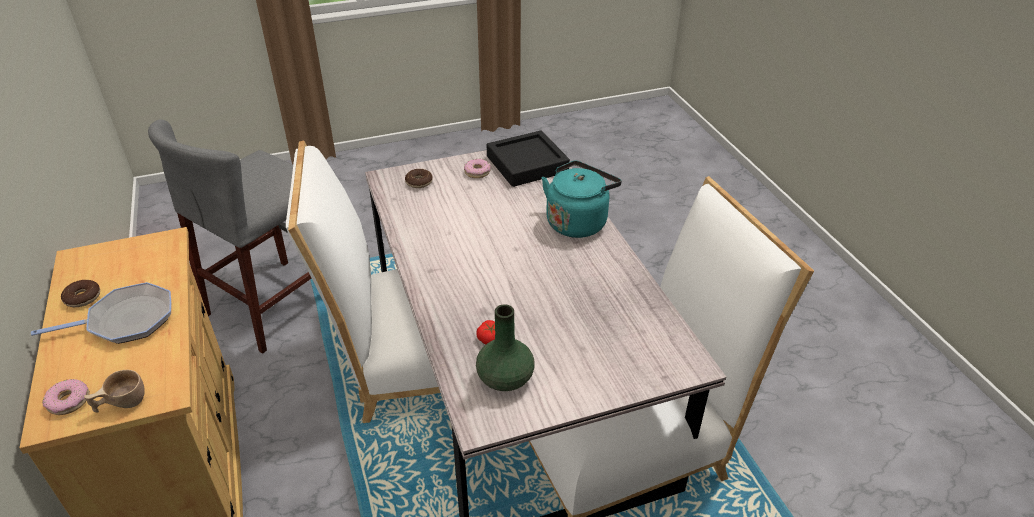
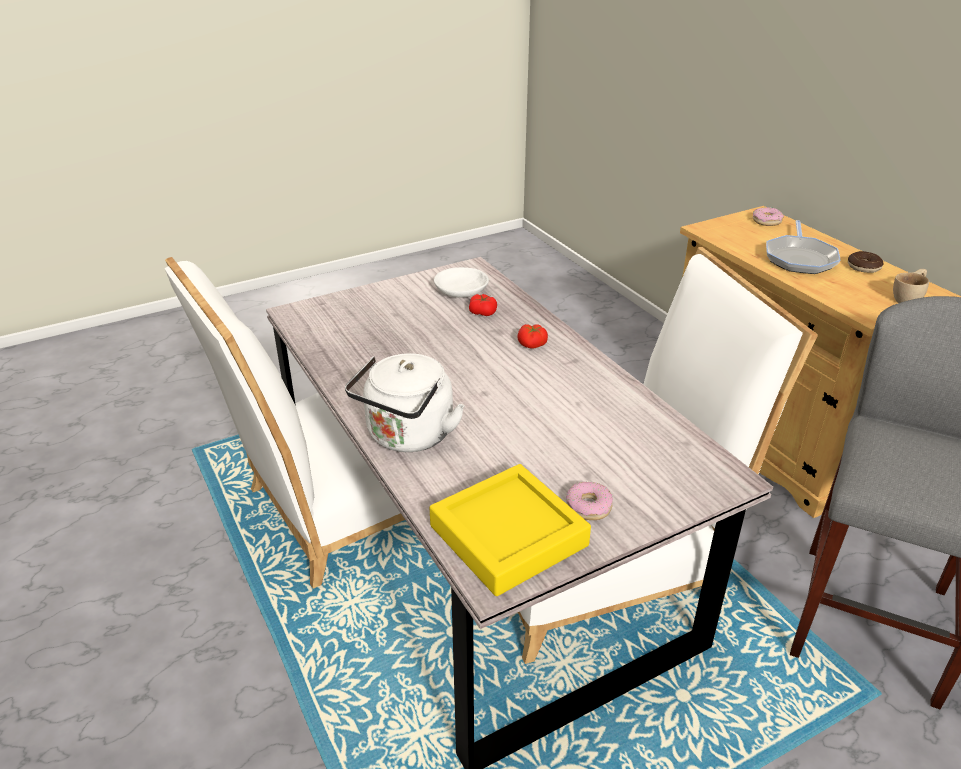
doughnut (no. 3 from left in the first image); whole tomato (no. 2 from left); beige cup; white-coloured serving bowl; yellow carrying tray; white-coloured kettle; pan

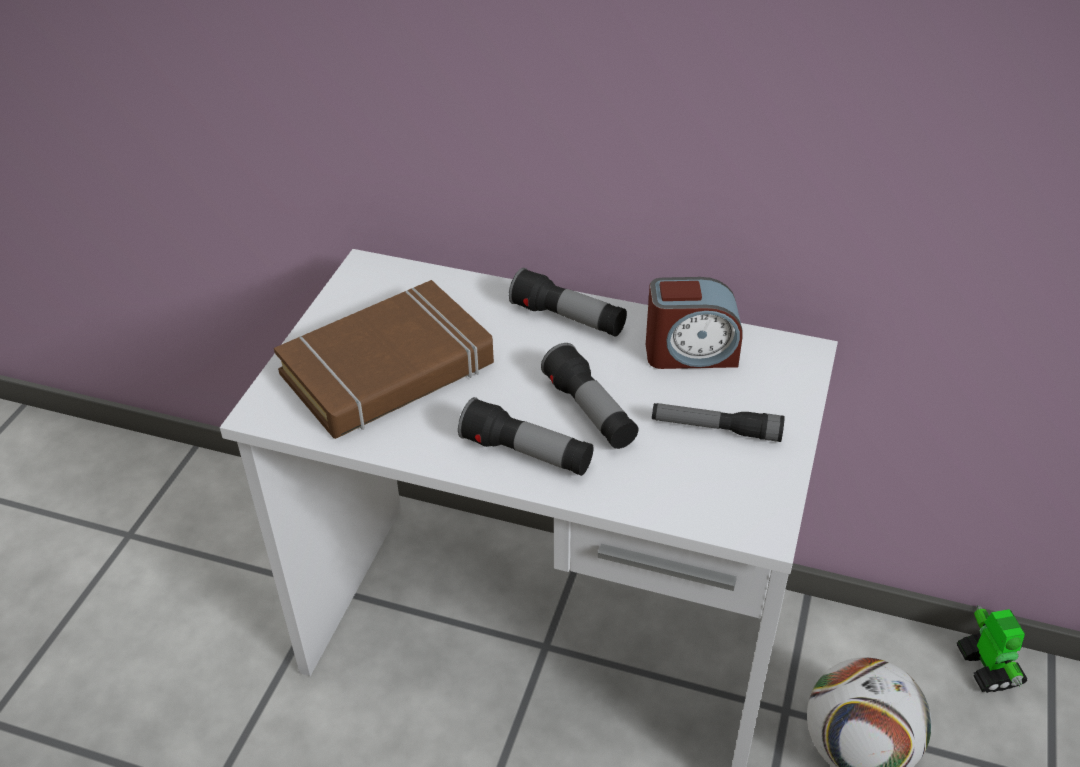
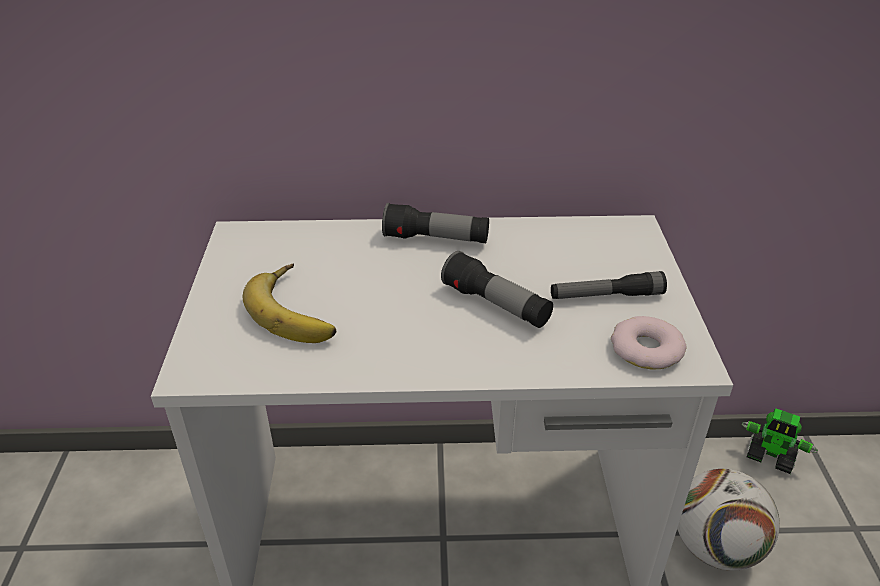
torch (no. 1 from left in the first image); bedside clock; doughnut; banana fruit; robot figure

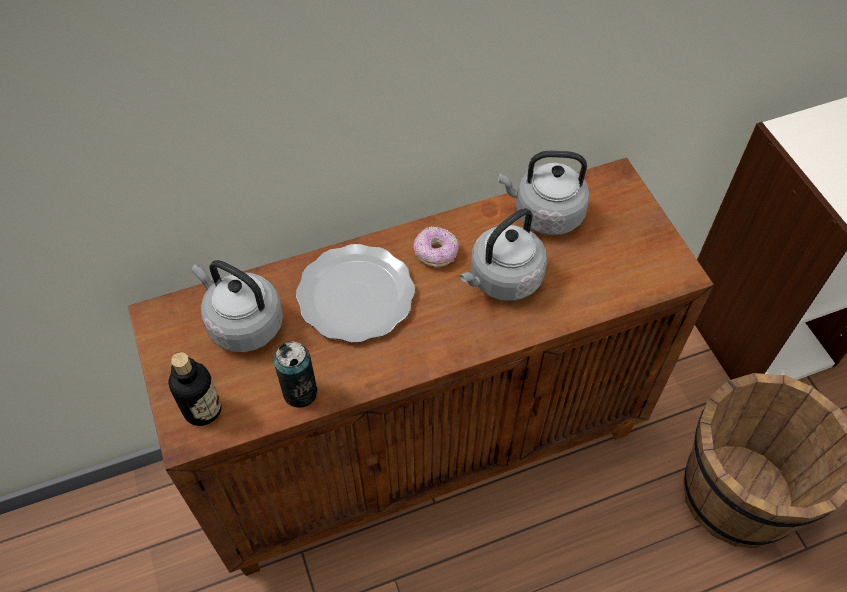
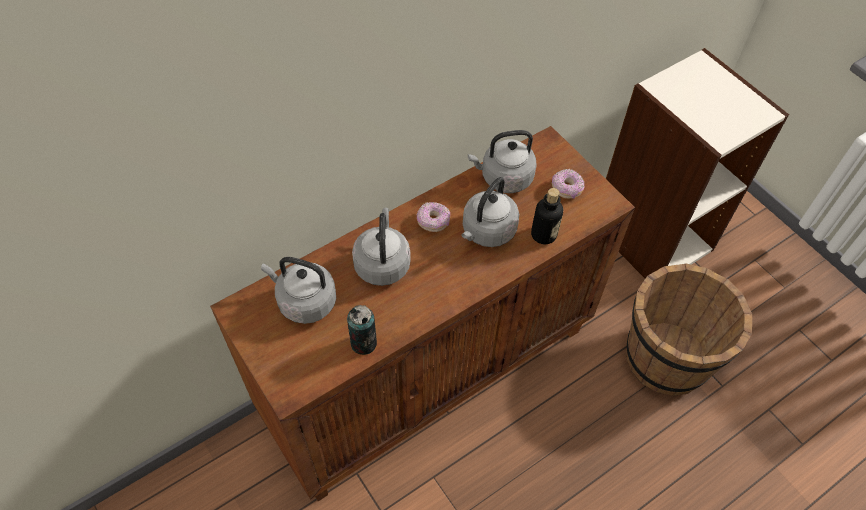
doughnut (no. 2 from left); bottle; grey kettle (no. 2 from left)

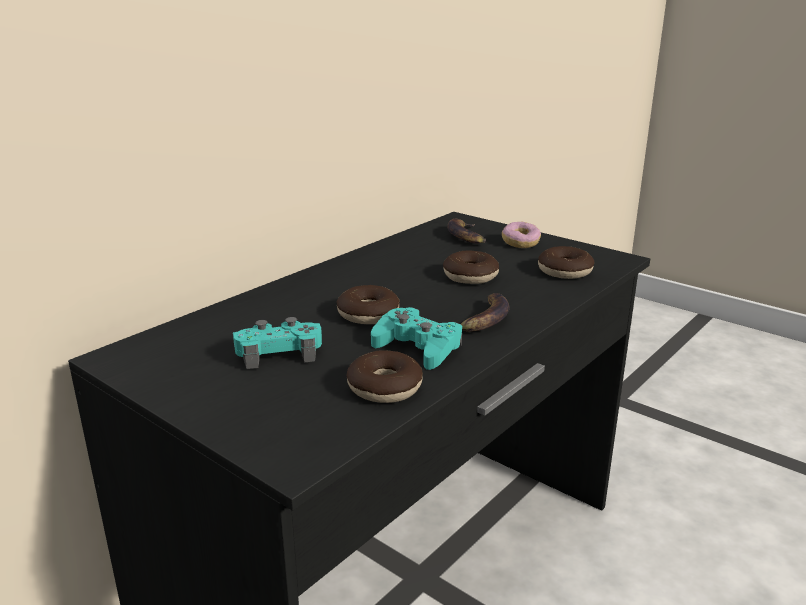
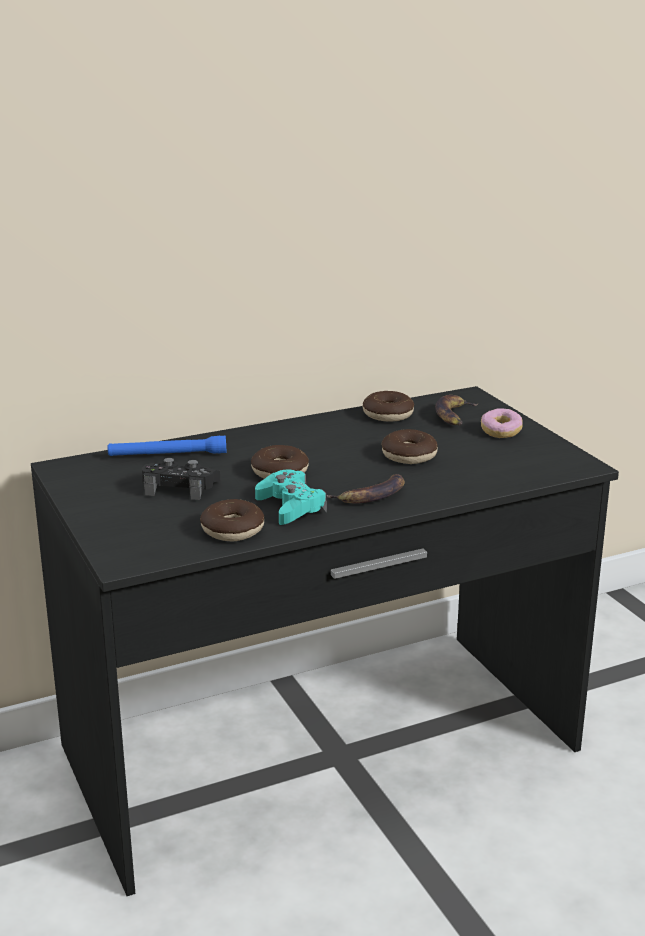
bluish torch; doughnut (no. 3 from left); black-coloured gamepad

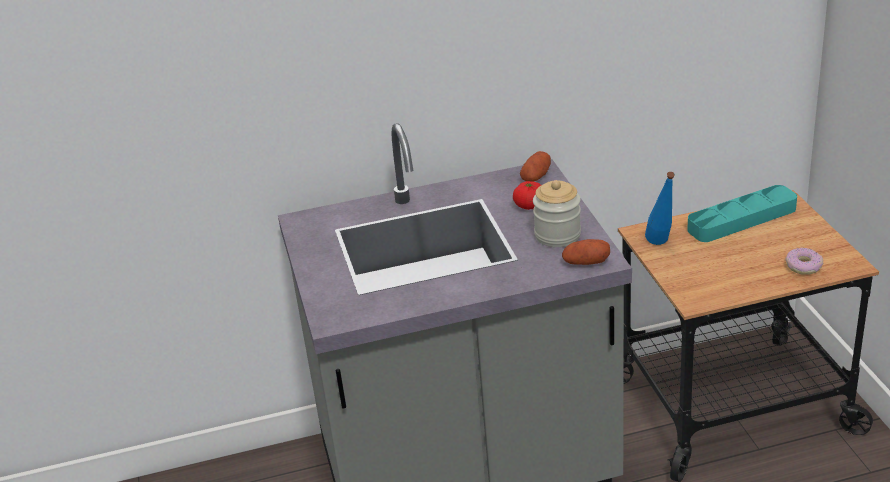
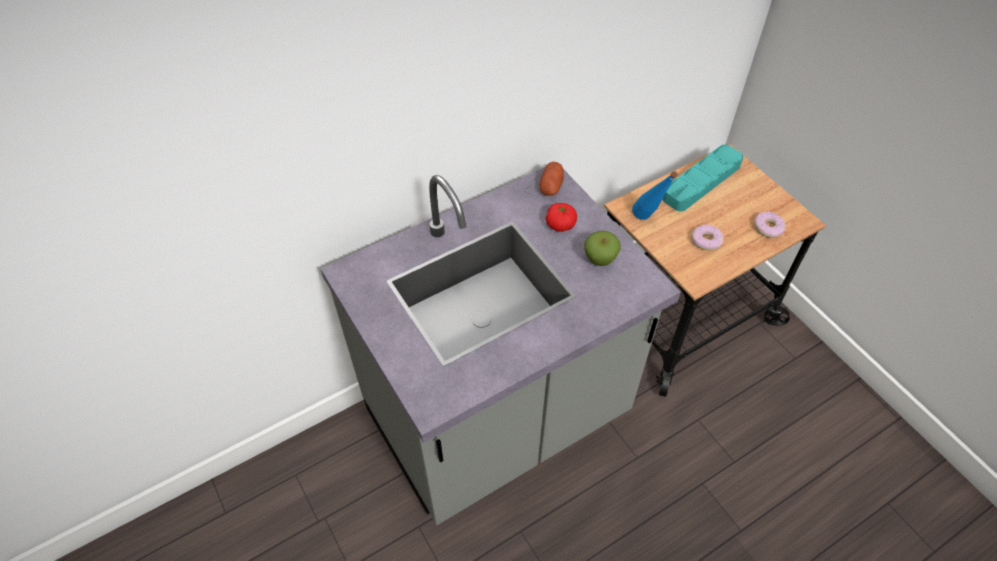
spud (no. 2 from left in the first image); doughnut (no. 1 from left); apple

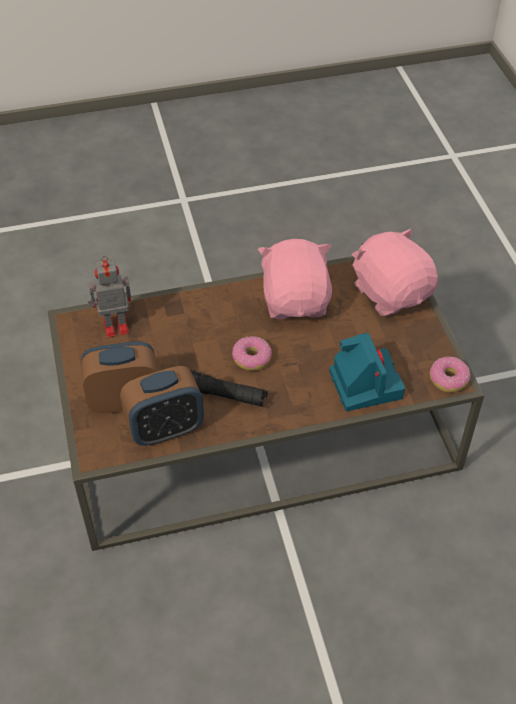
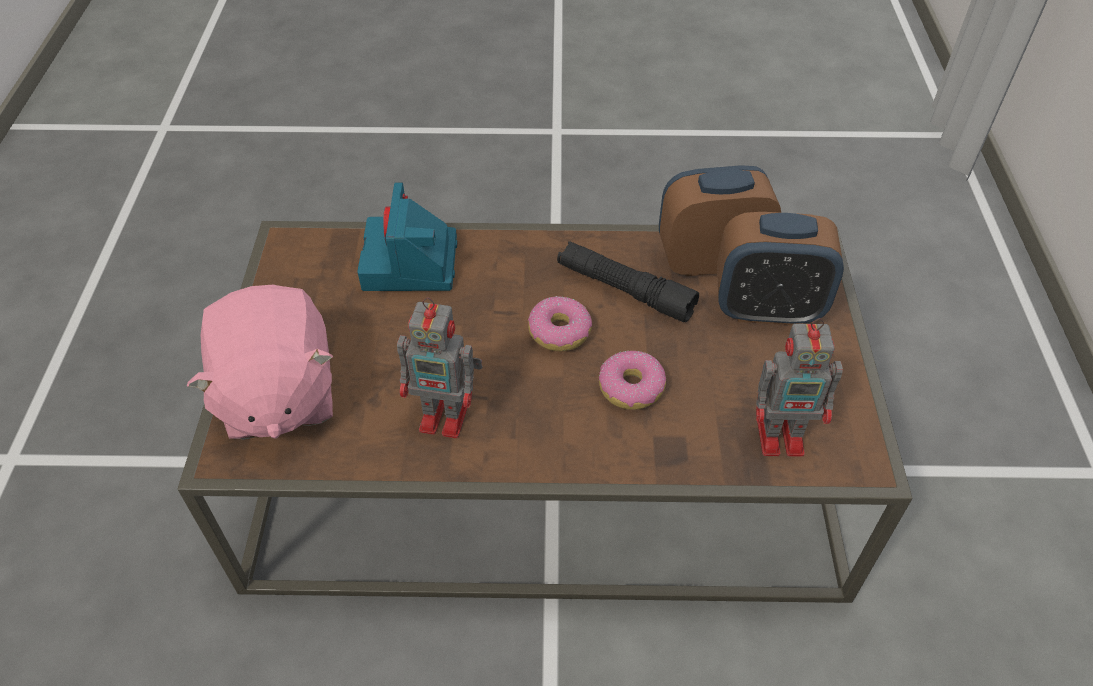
doughnut (no. 2 from left); robot figure (no. 1 from left)

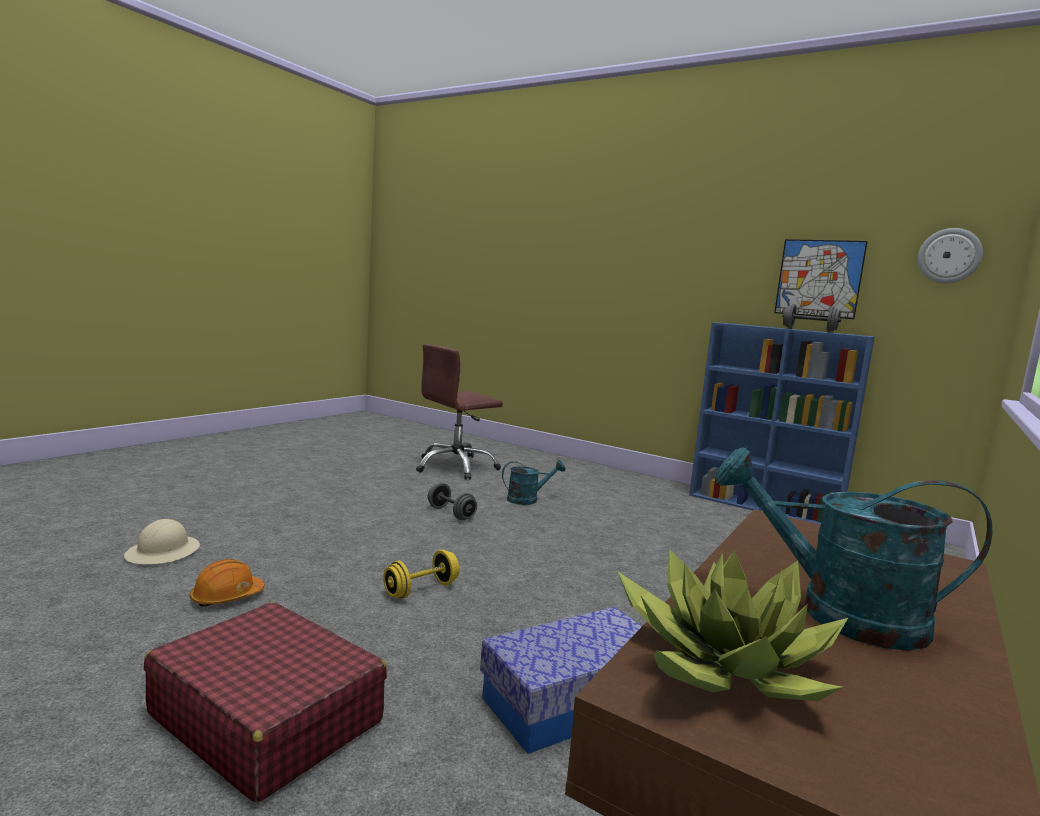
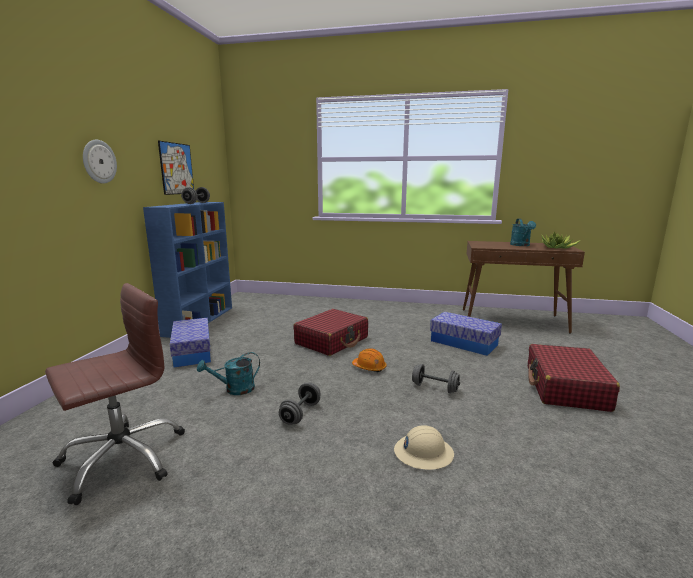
storage bin (no. 1 from left); red-coloured suitcase (no. 1 from left); beige work helmet; orange-coloured work helmet; wall clock; grey hand weight (no. 3 from left); brownish desk chair; turquoise-coloured sprinkling can (no. 1 from left)

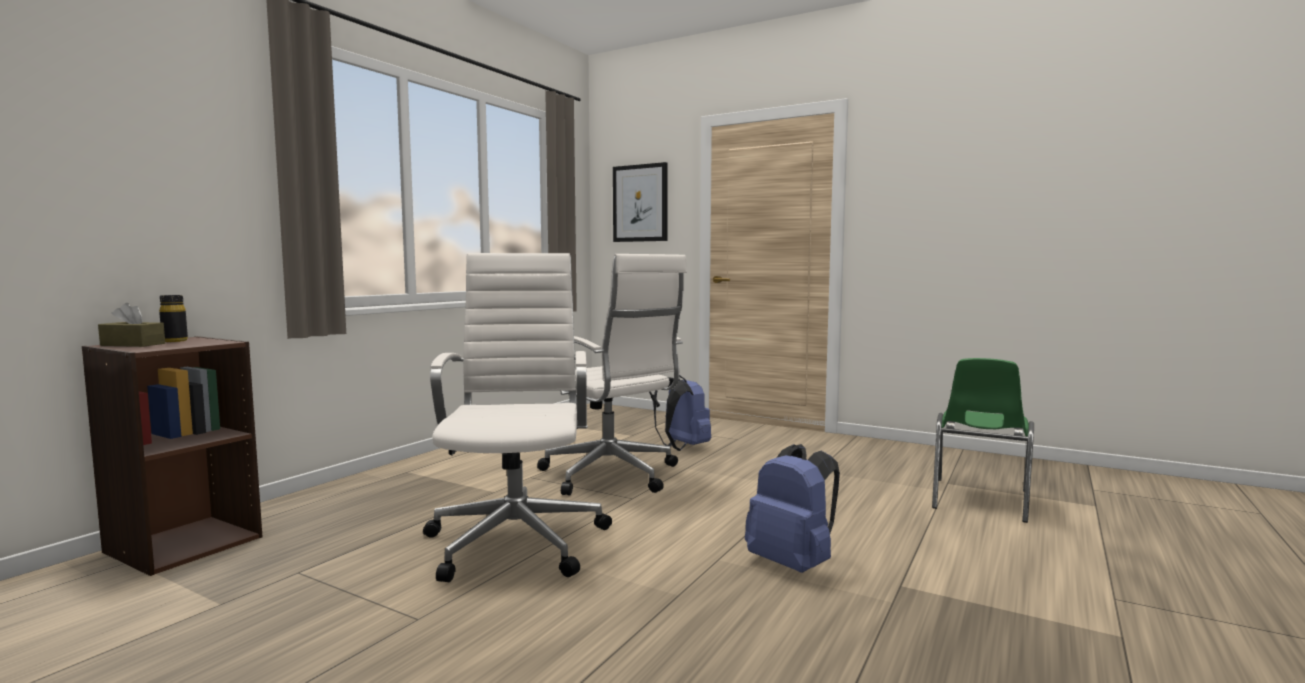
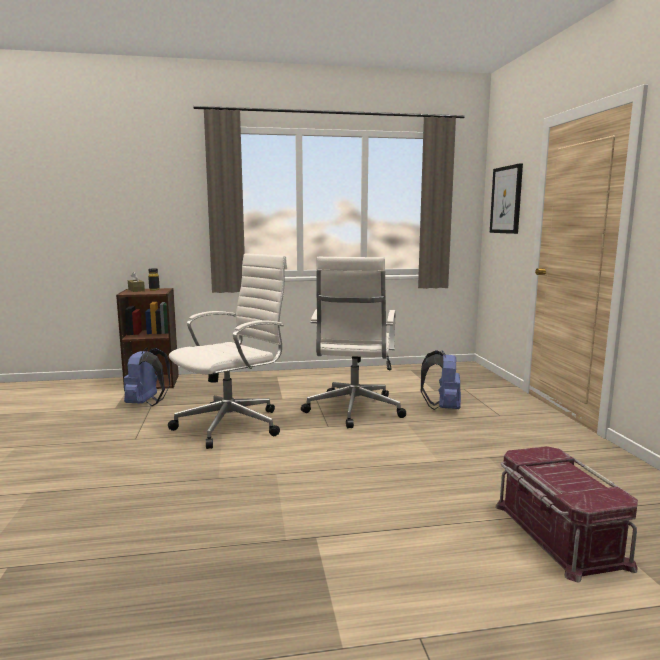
bluish rucksack (no. 1 from left); red-coloured storage bin

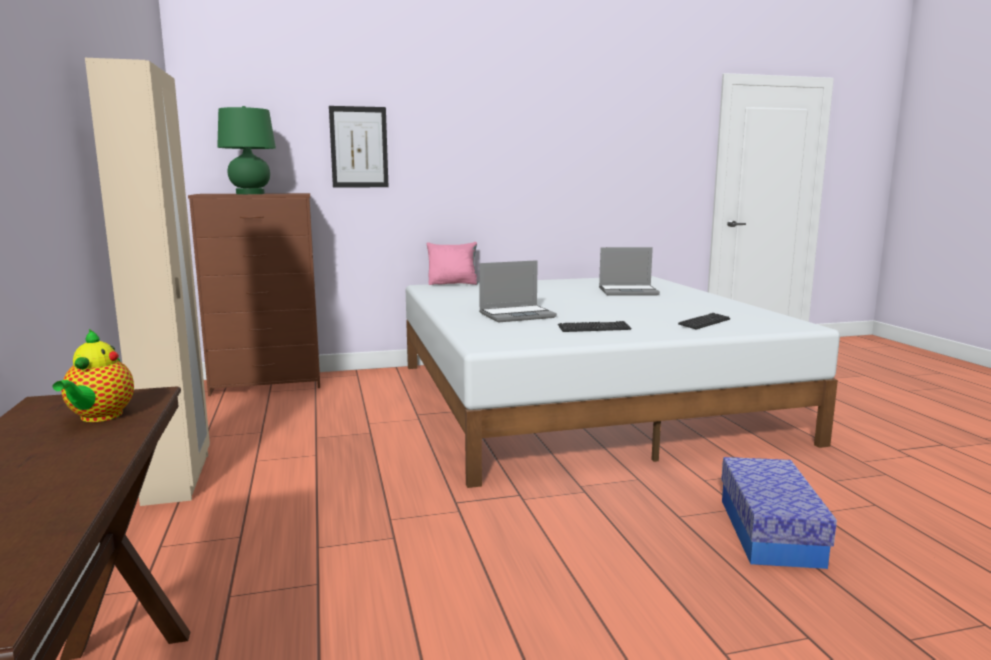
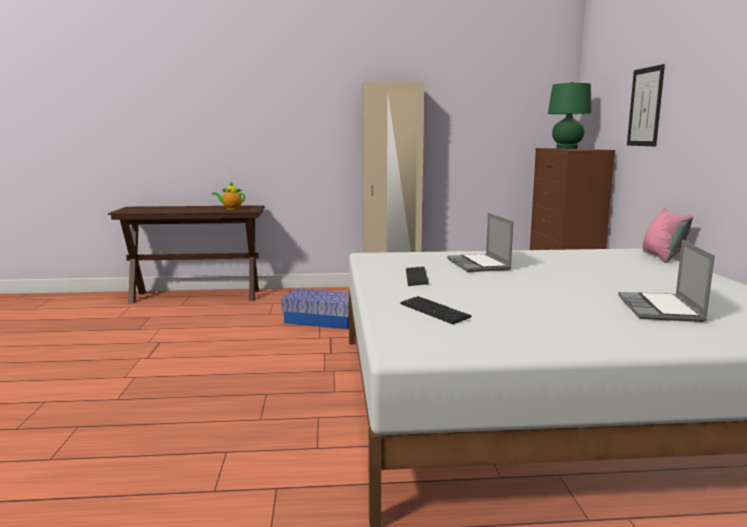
storage bin

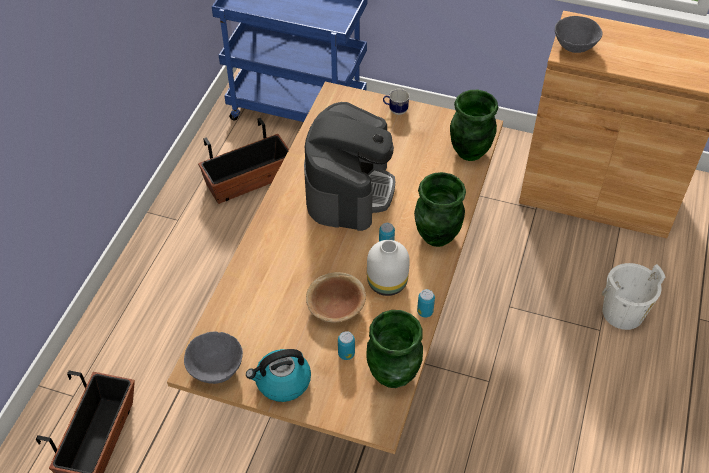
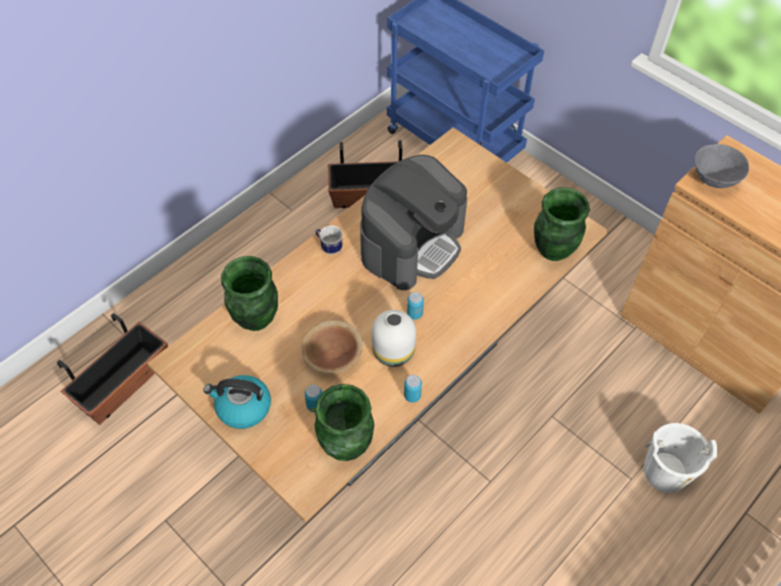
grey serving bowl (no. 1 from left in the first image); tea mug; greenish flower vase (no. 1 from left)

